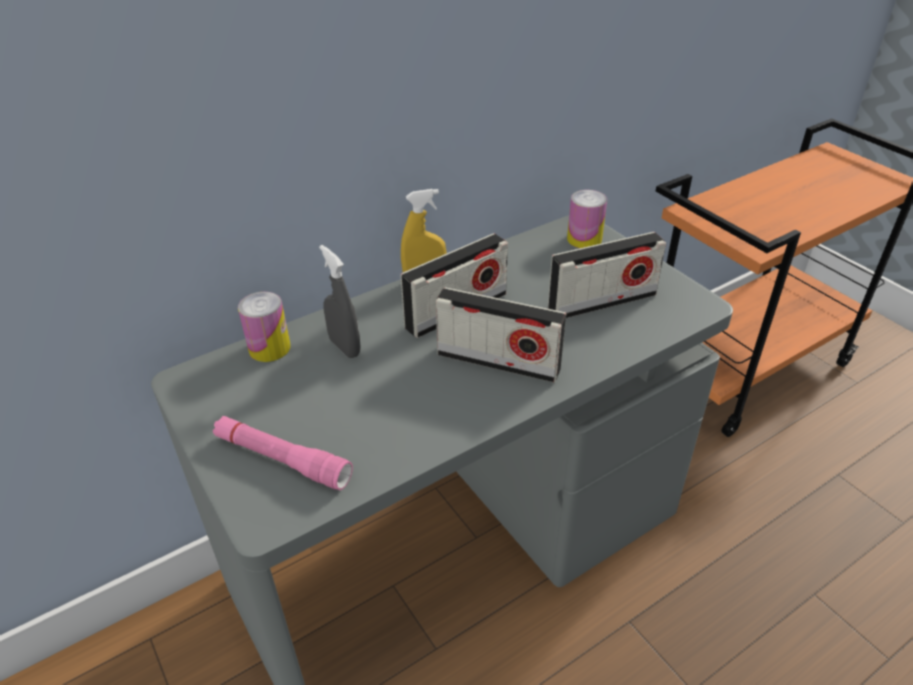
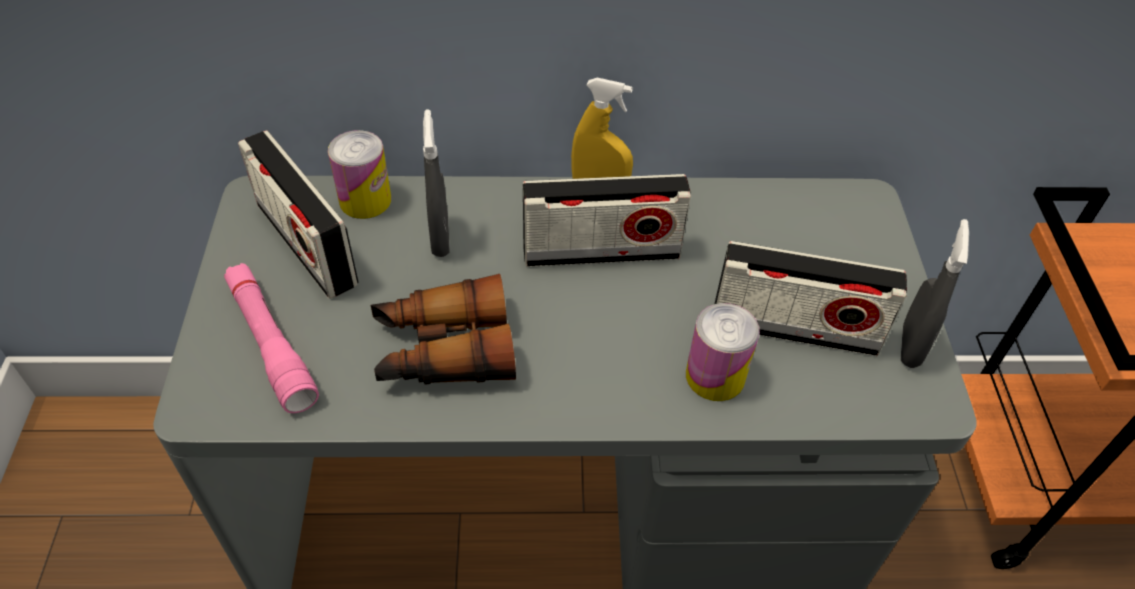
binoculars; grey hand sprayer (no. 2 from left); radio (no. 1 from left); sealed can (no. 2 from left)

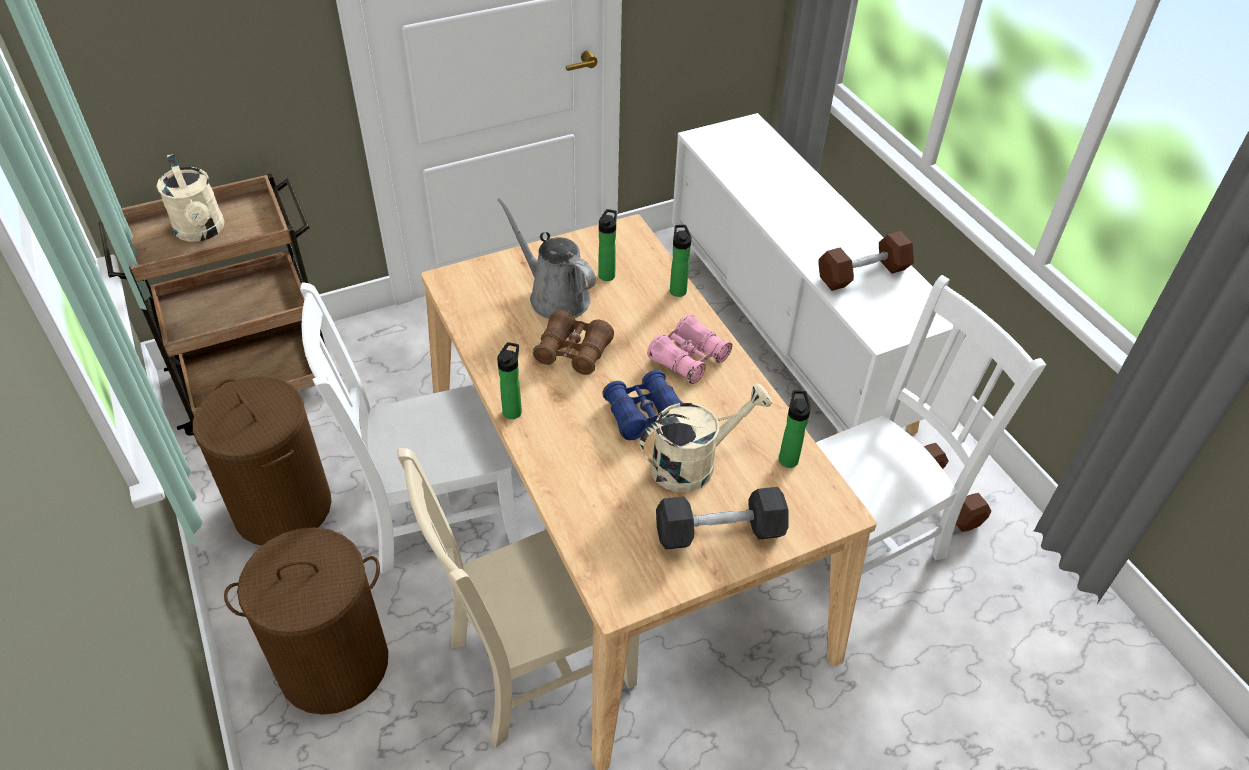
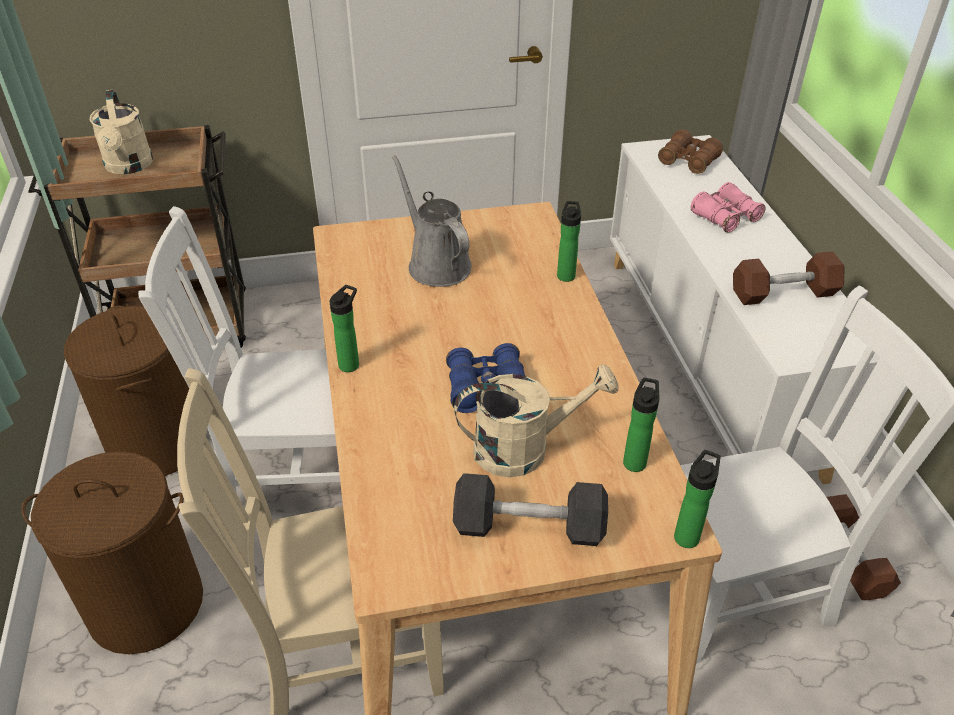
brownish binoculars; bottle (no. 4 from left); pink binoculars

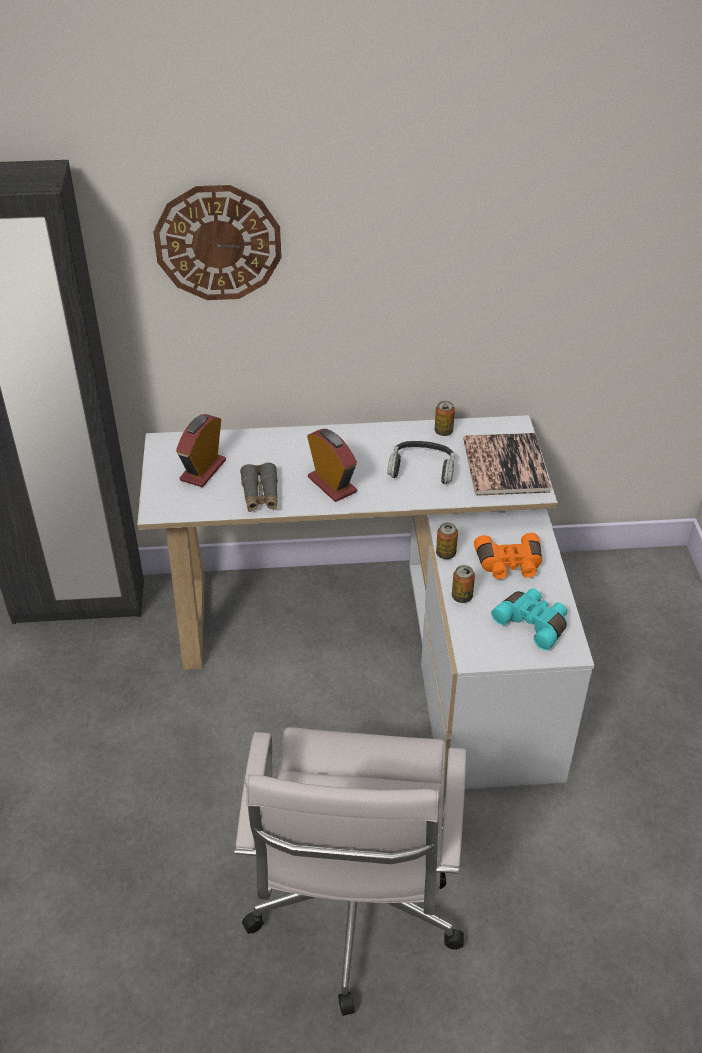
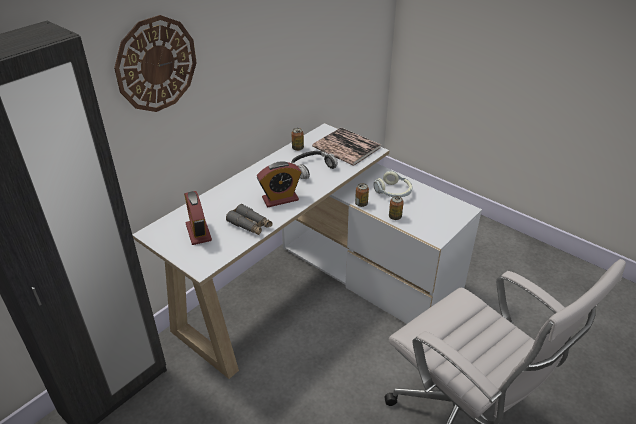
turquoise-coloured binoculars; pair of headphones (no. 2 from left); bedside clock (no. 2 from left)

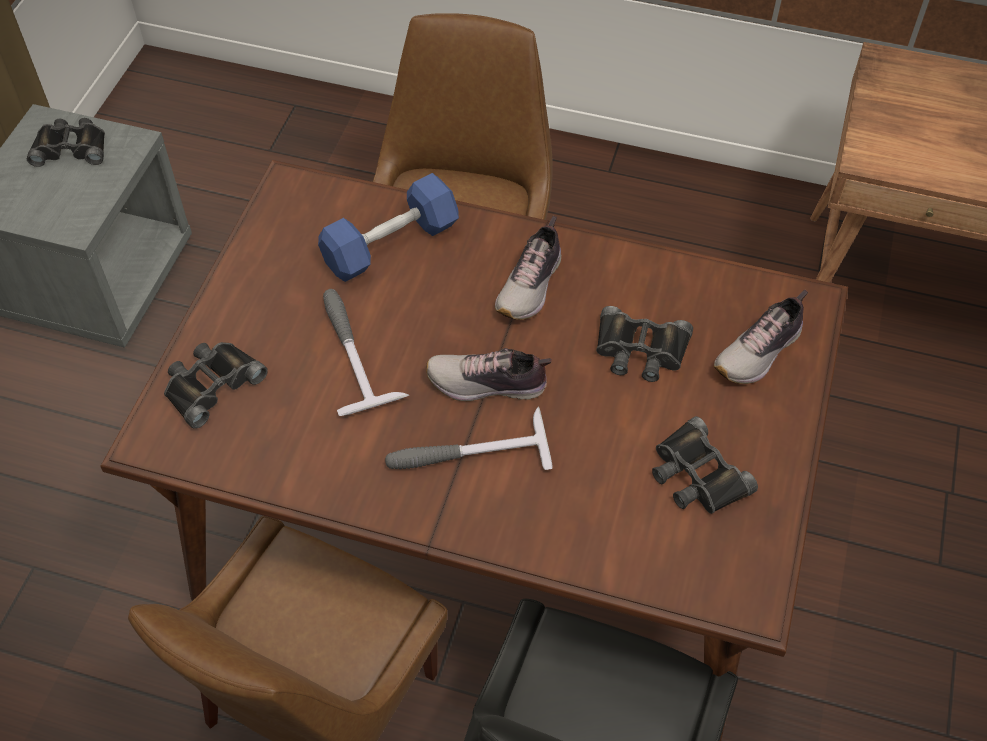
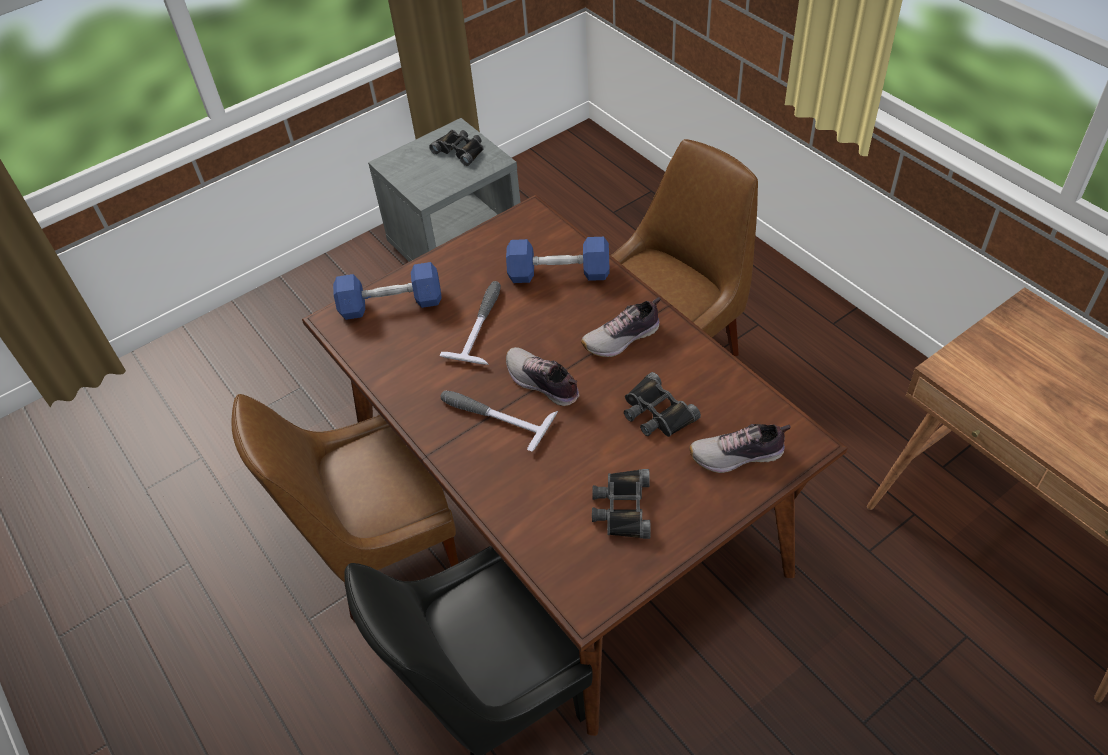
bluish hand weight (no. 1 from left)

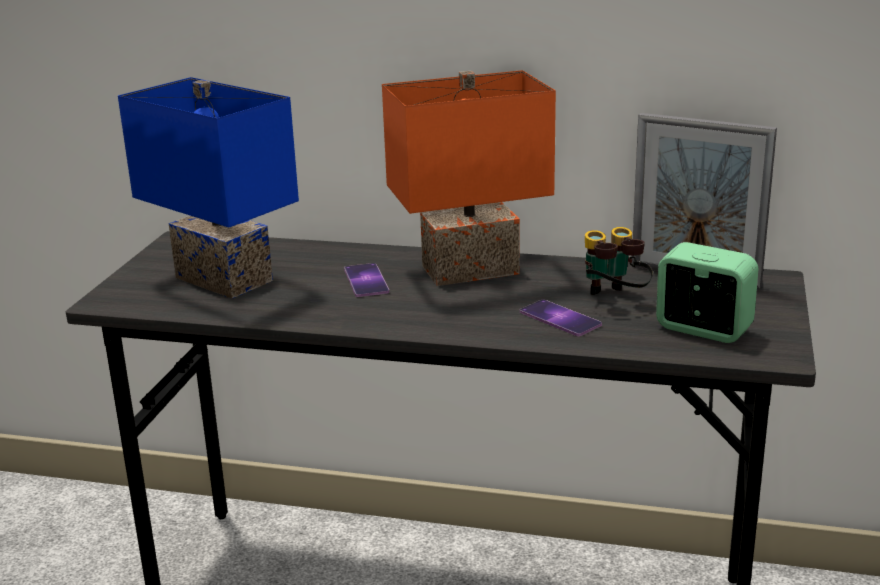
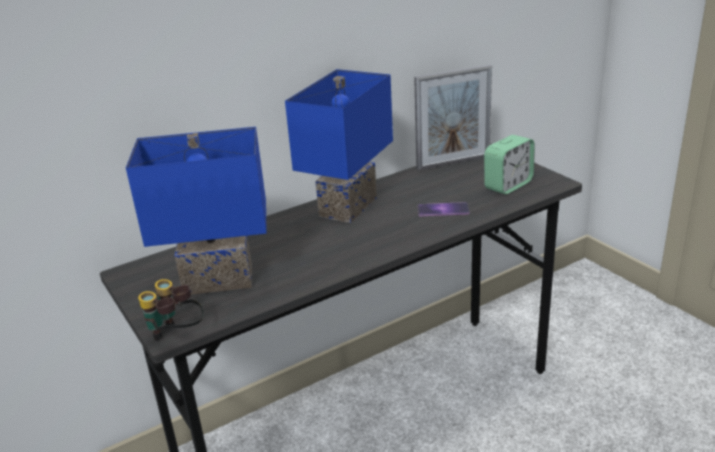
telephone (no. 1 from left in the first image); binoculars; bluish tabletop lamp (no. 2 from left); bedside clock

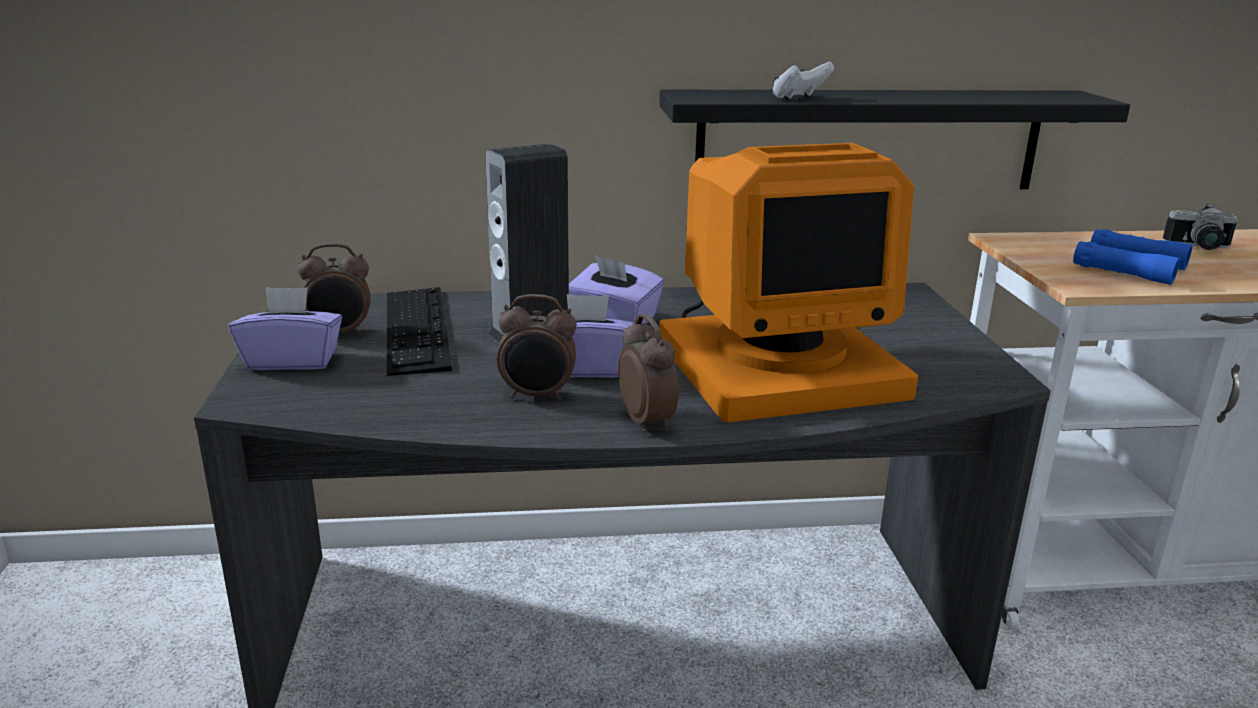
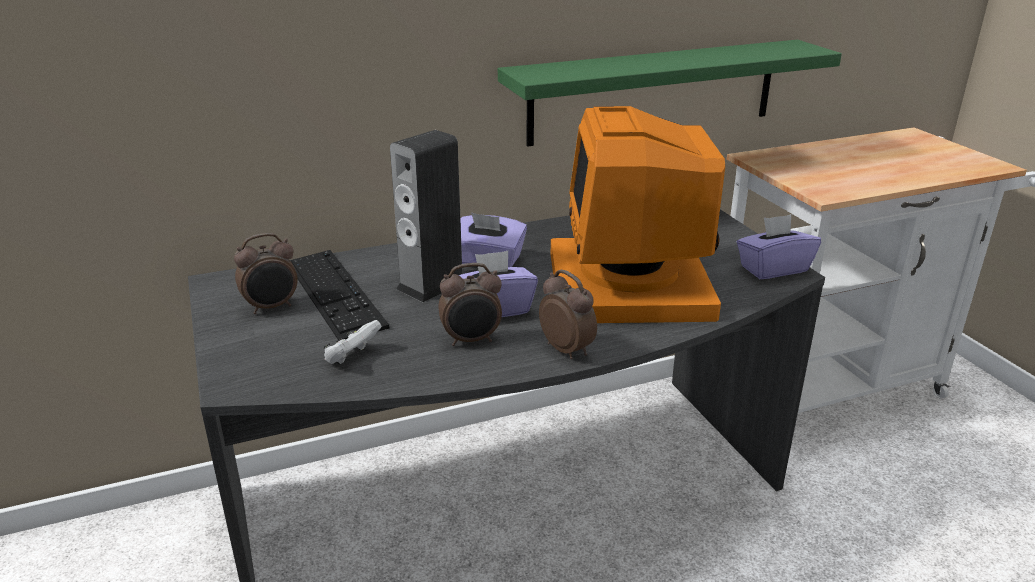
bluish binoculars; photo camera; purple tissue box (no. 3 from left); white-coloured gamepad; greenish bracket shelf; monitor

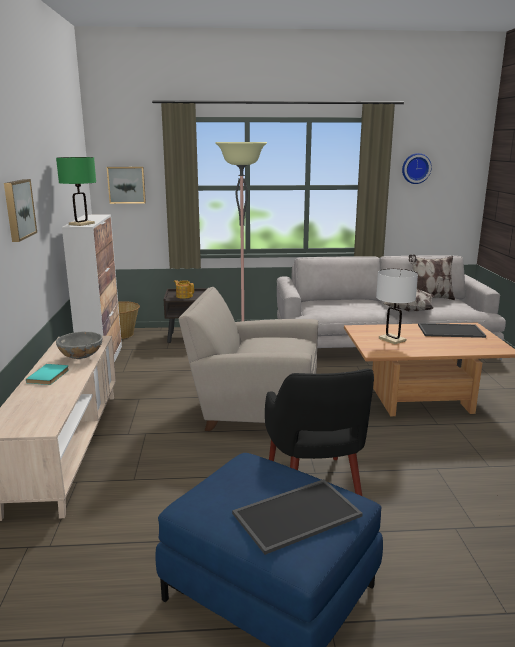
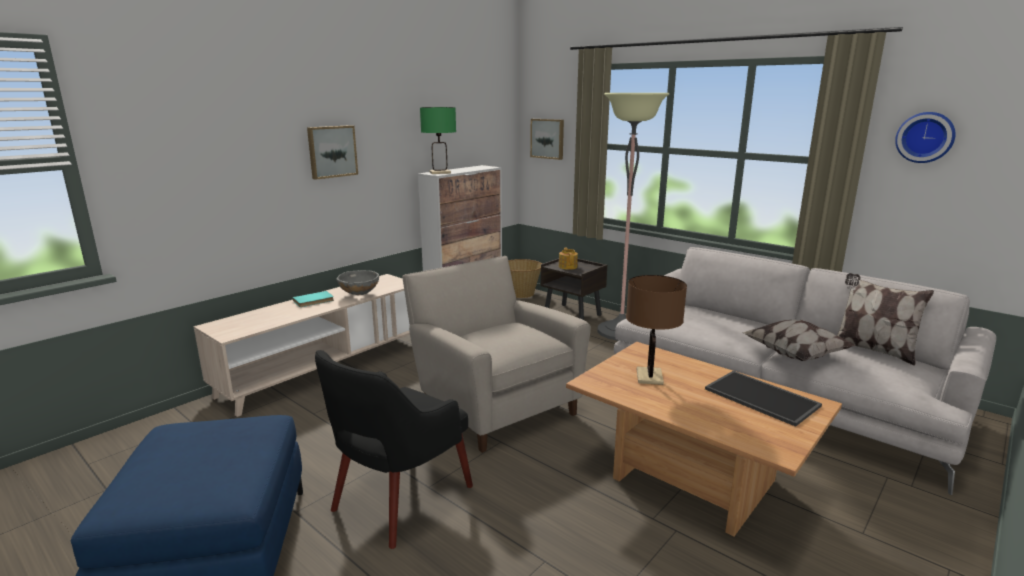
carrying tray (no. 1 from left in the first image); brownish tabletop lamp

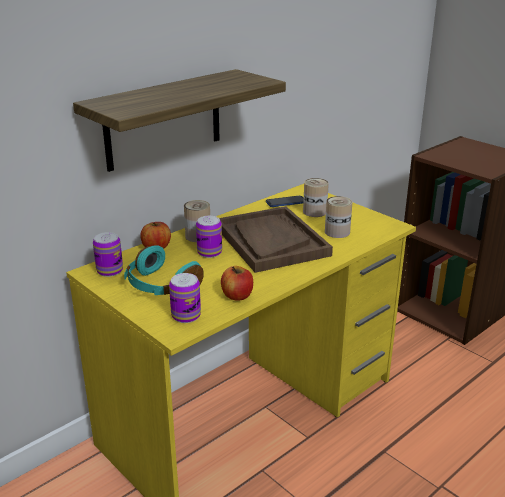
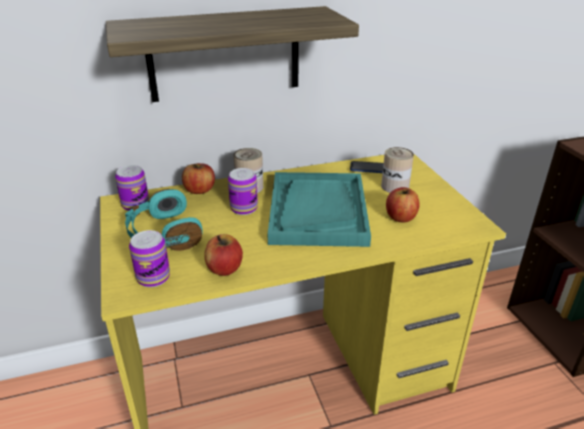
apple (no. 3 from left); turquoise-coloured carrying tray

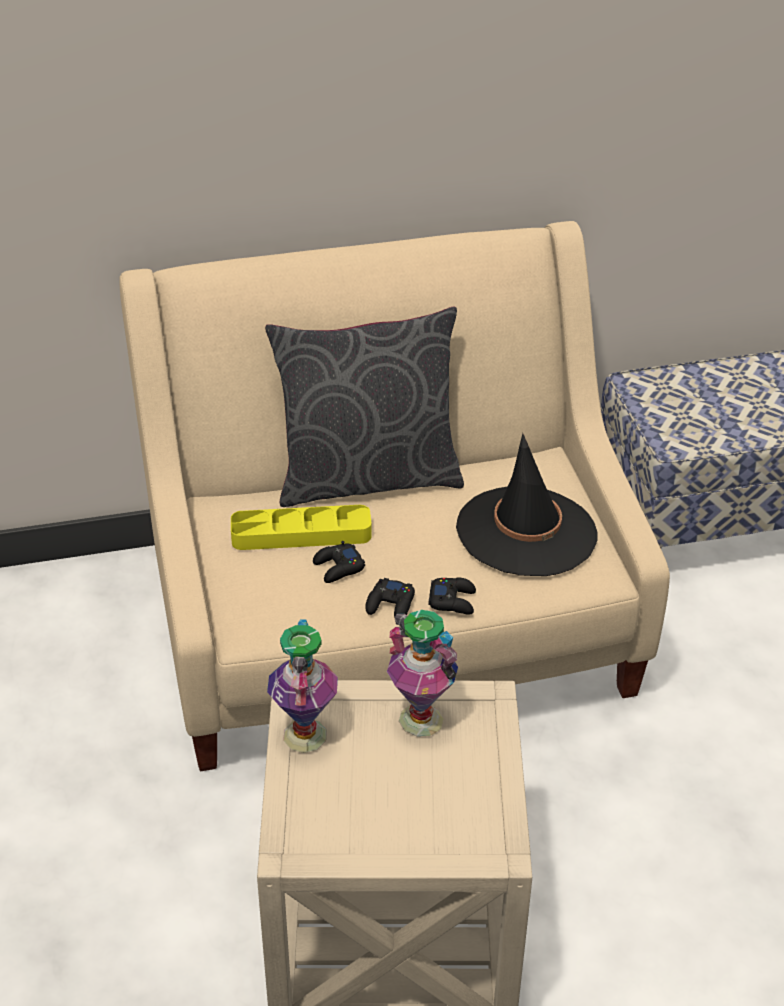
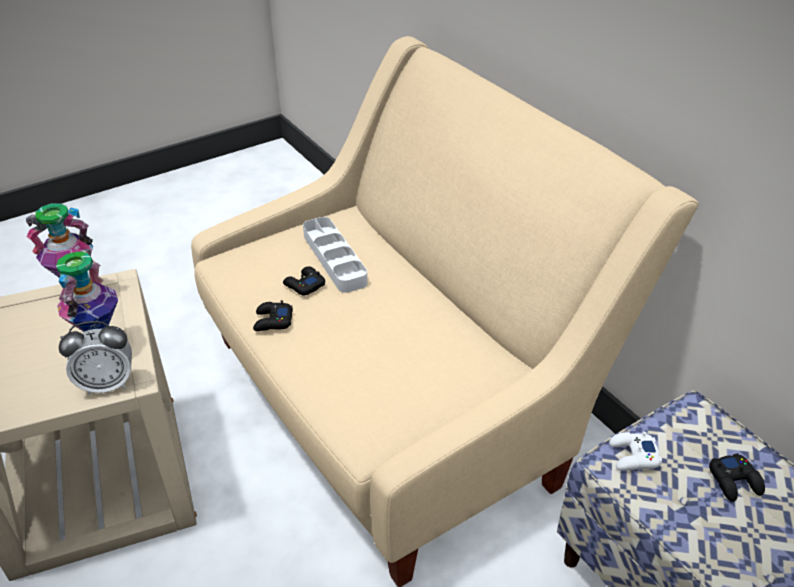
grey cushion; black-coloured wearable hat; bedside clock; white-coloured gamepad; black-coloured gamepad (no. 3 from left); white-coloured carrying tray

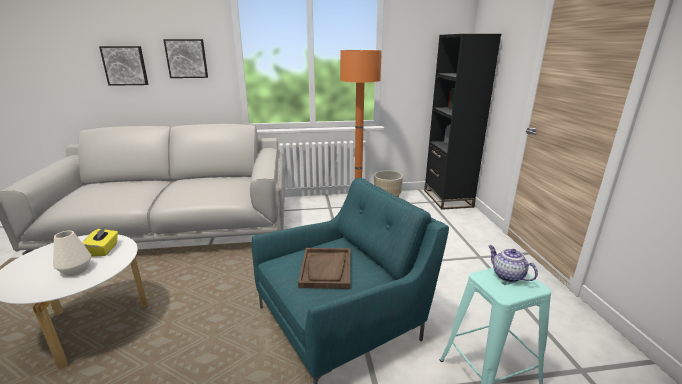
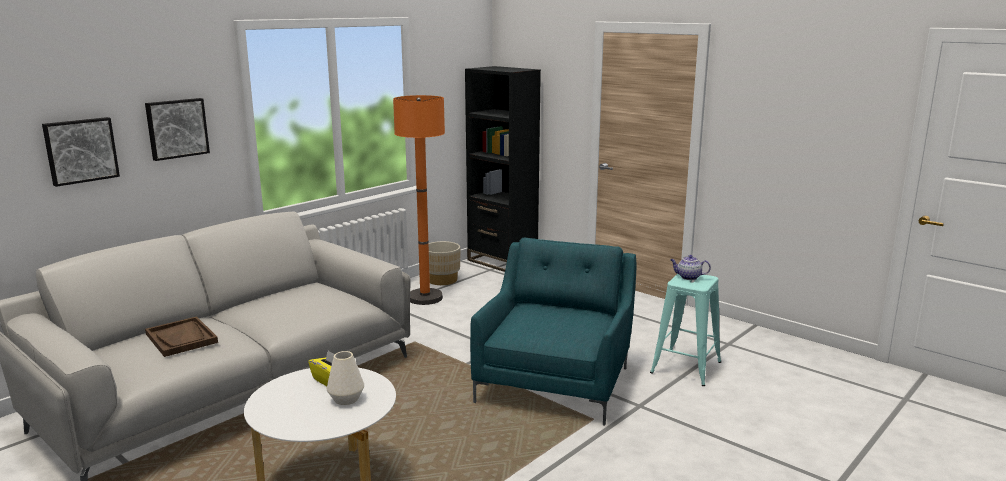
brownish carrying tray

